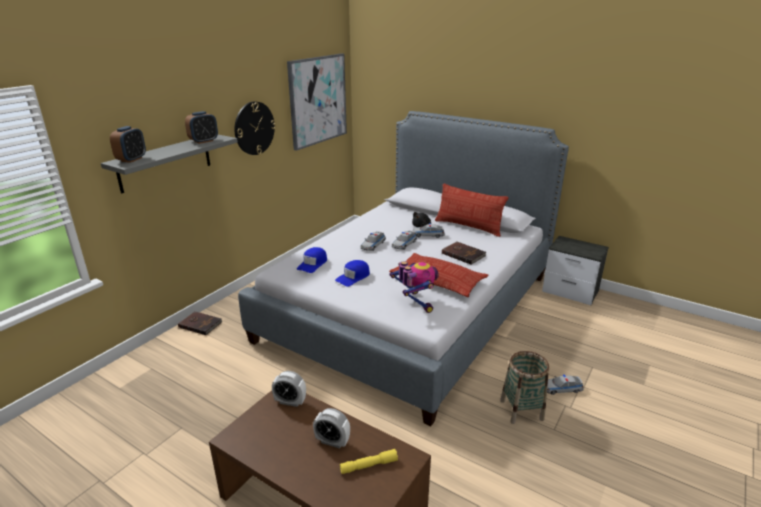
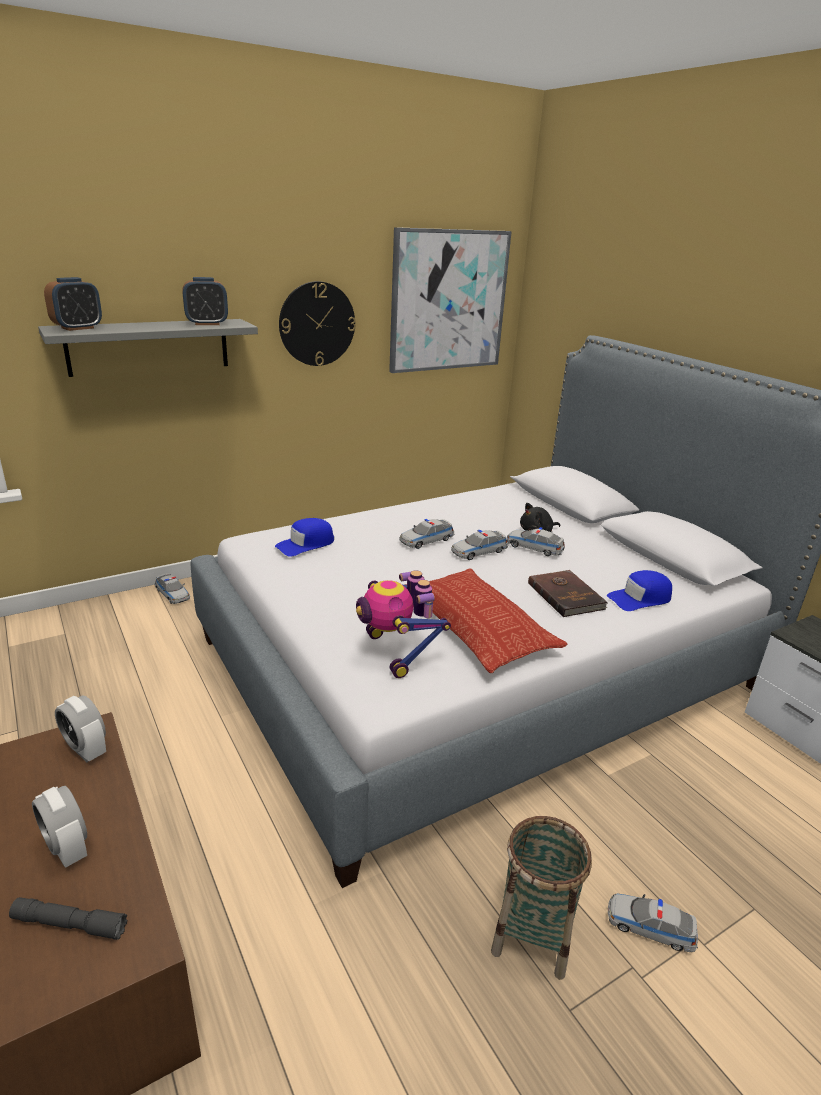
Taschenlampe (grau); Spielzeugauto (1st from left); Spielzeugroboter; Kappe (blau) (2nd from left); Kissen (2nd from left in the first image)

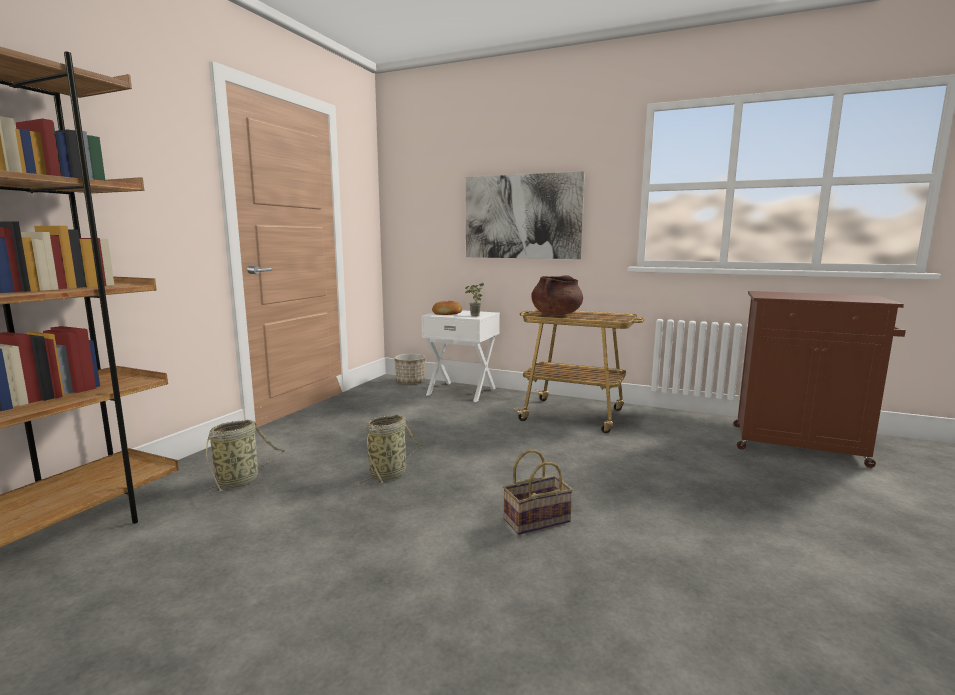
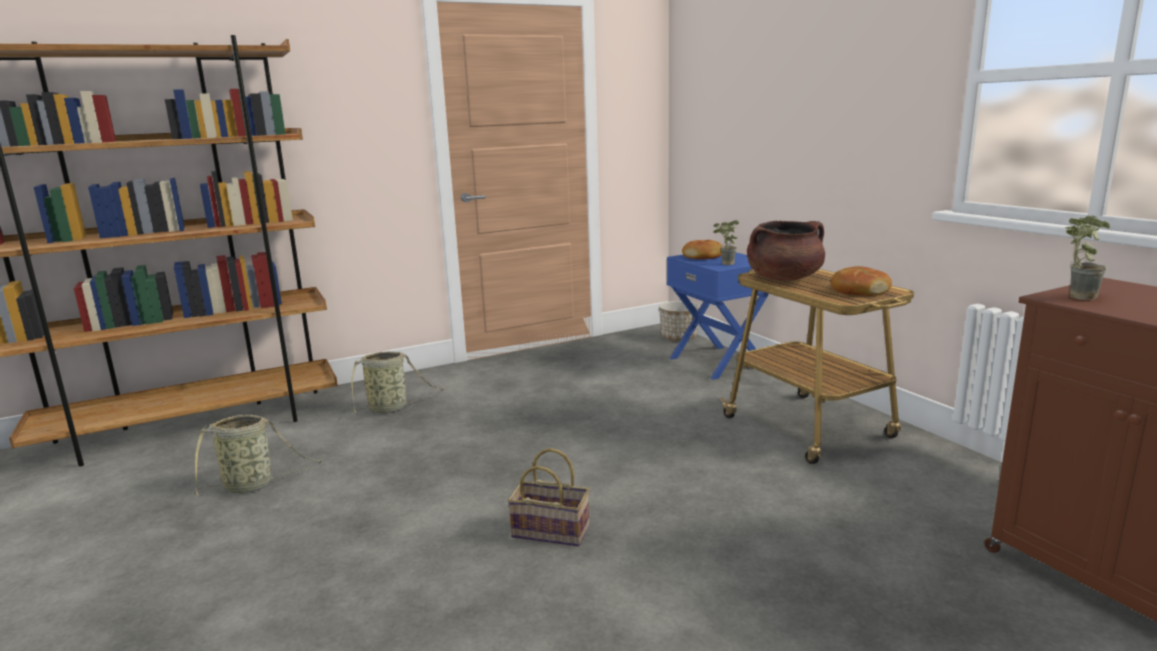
Korb (1st from left); Nachttisch (blau); Brot (2nd from left); Topfpflanze (2nd from left); Bild

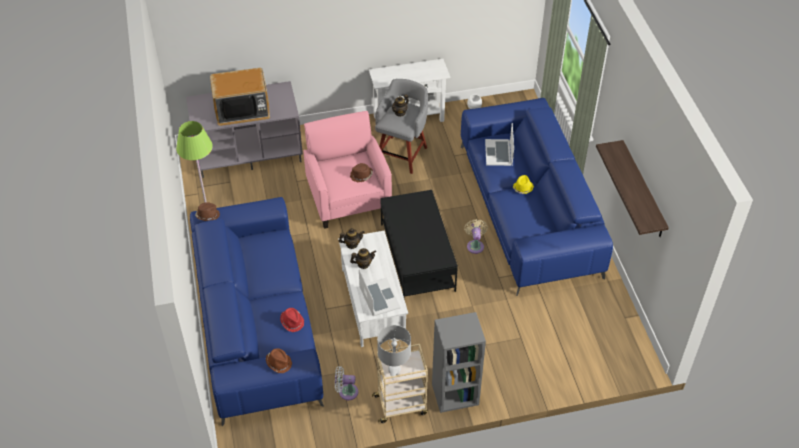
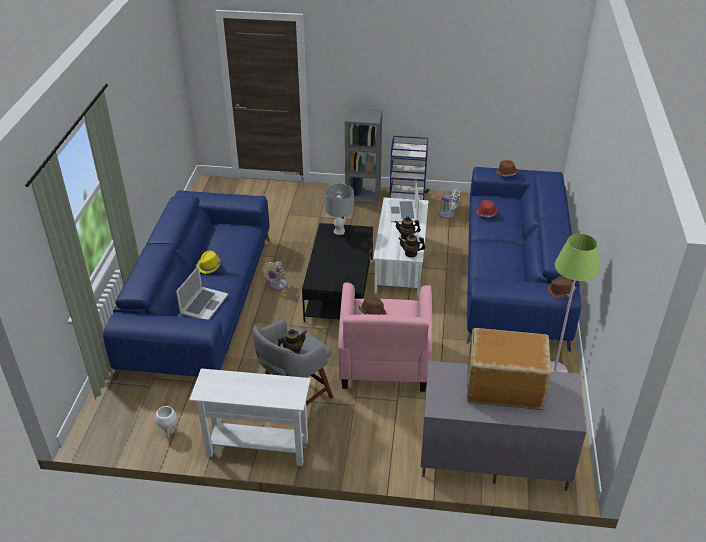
Tischlampe (grau); Rollwagen (blau); Wandregal

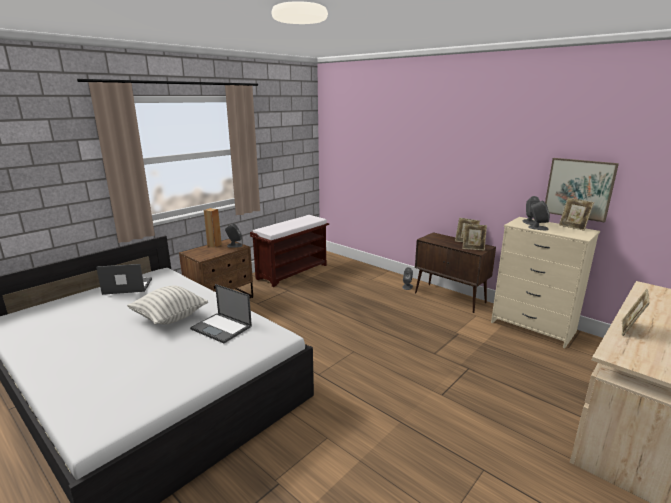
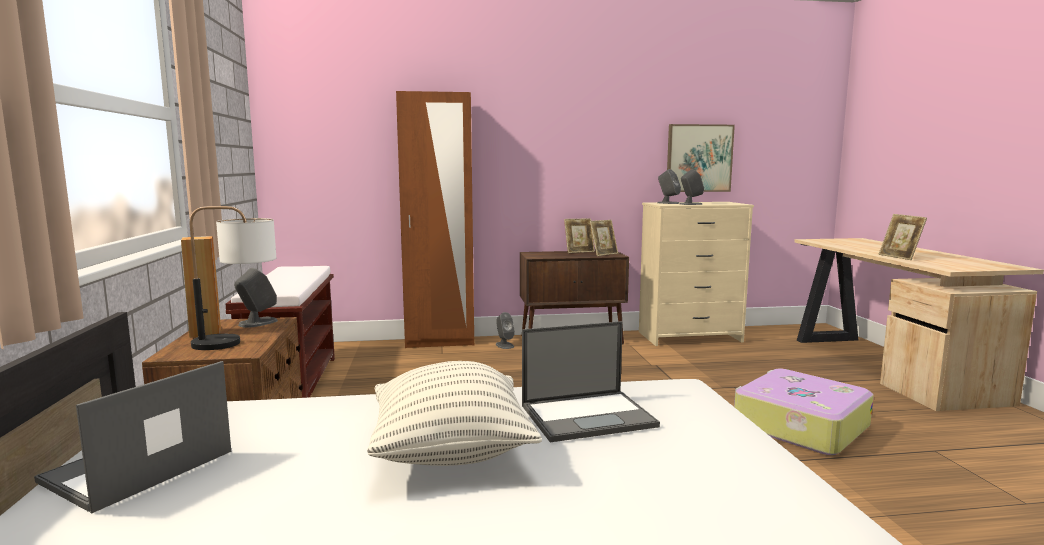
Tischlampe; Kleiderschrank (braun); Koffer; Bilderrahmen (3rd from left in the first image)

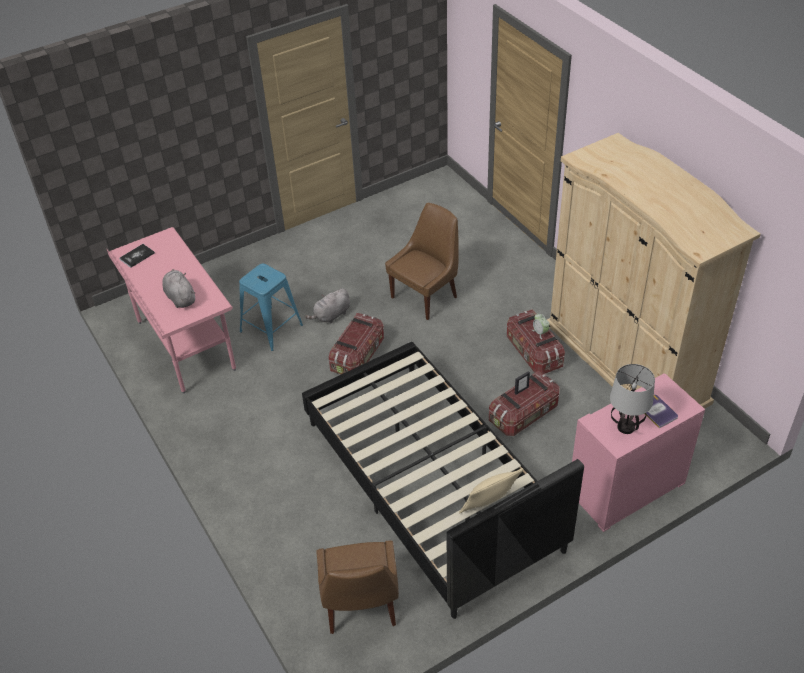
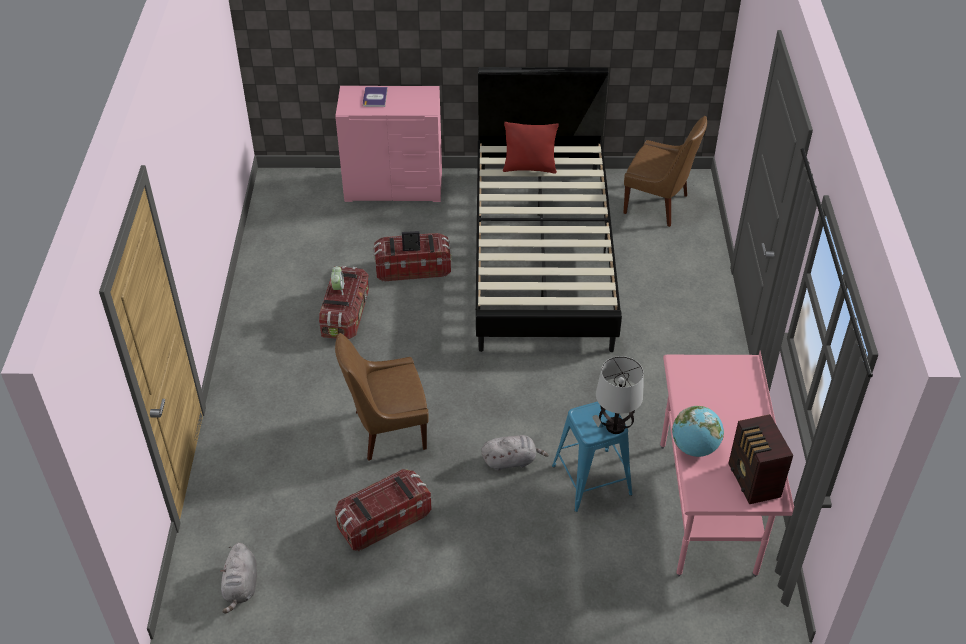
Plüschtier (grau) (1st from left); Aufbewahrungsbox (2nd from left); Kissen (rot); Tischlampe; Stuhl (braun) (2nd from left); Globus; Radio; Kleiderschrank (beige)

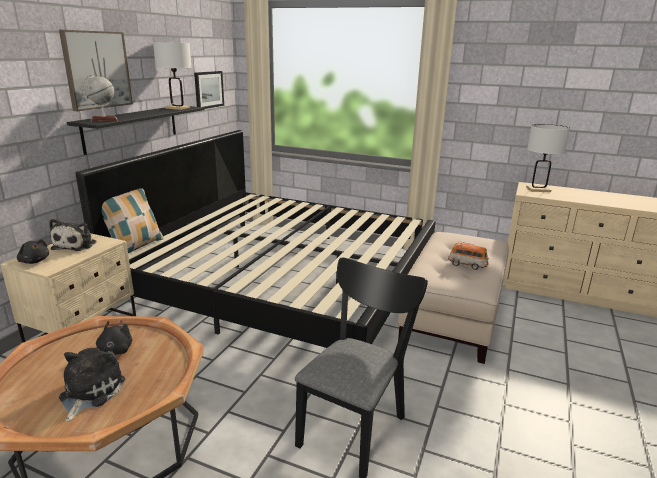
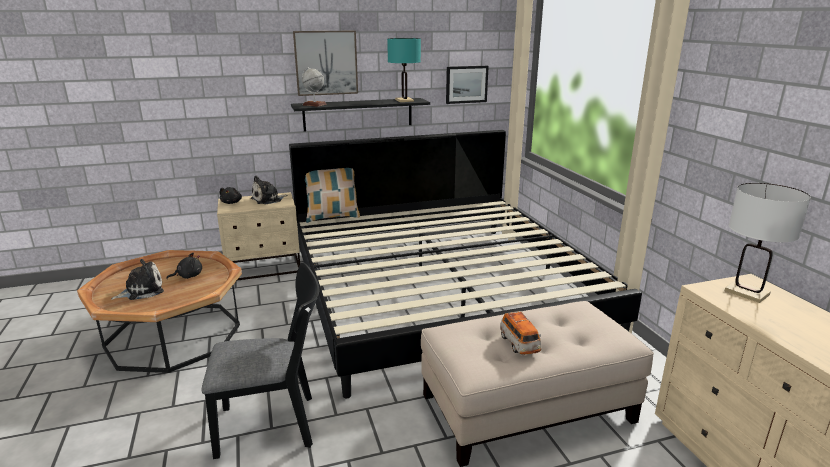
Tischlampe (türkis)

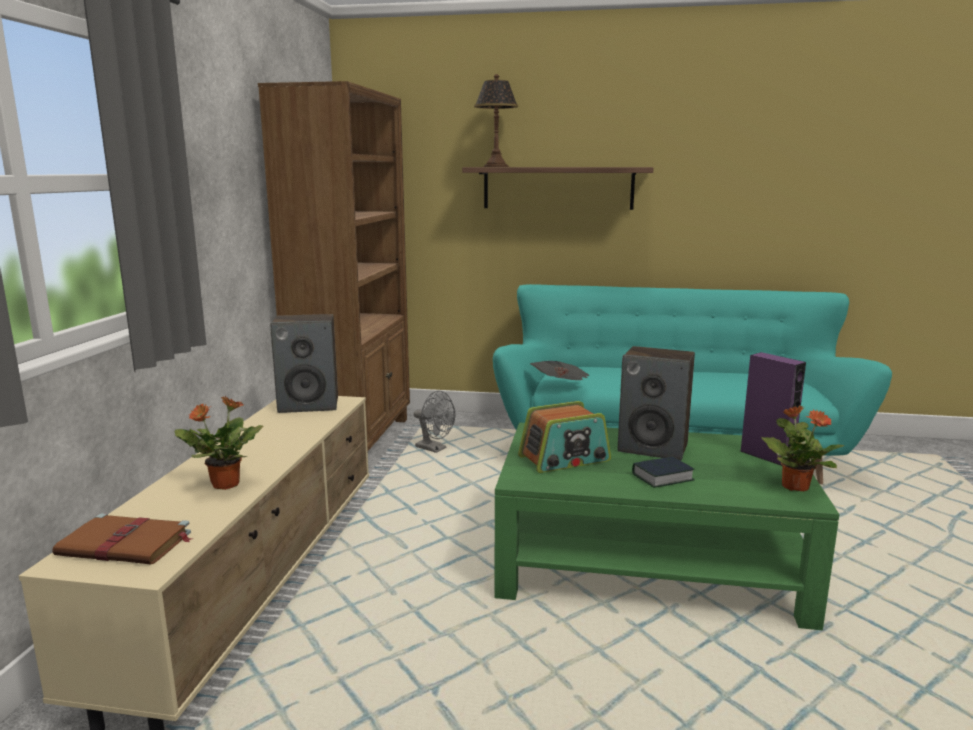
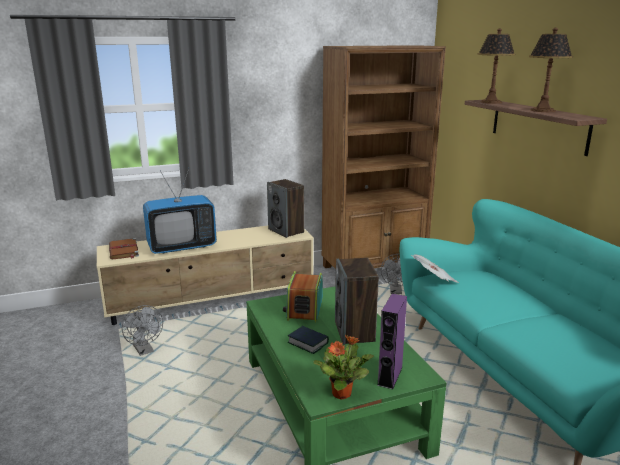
Ventilator (grau) (1st from left); Fernseher; Radio; Tischlampe (2nd from left)

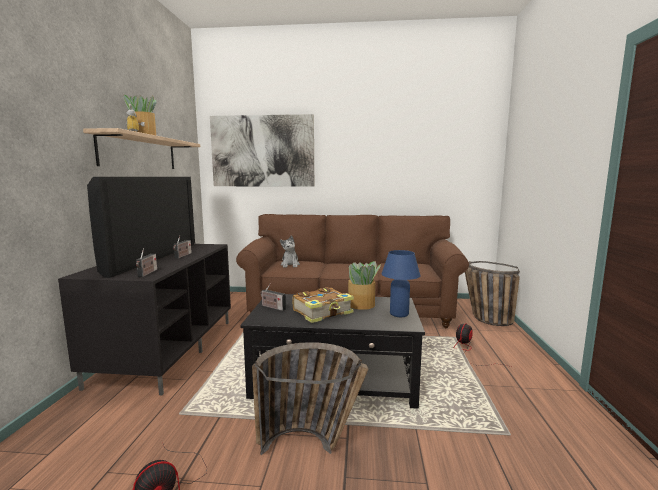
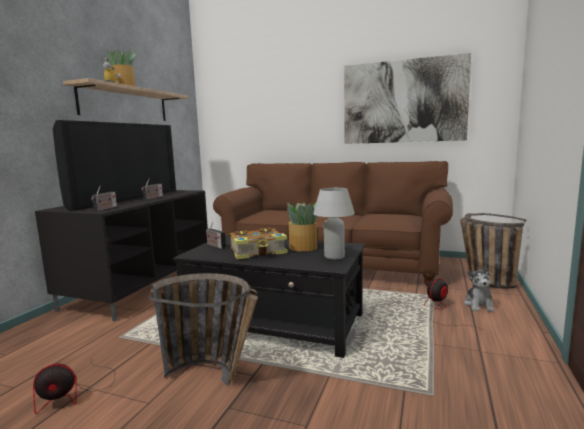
Tischlampe (weiß); Bild; Plüschtier

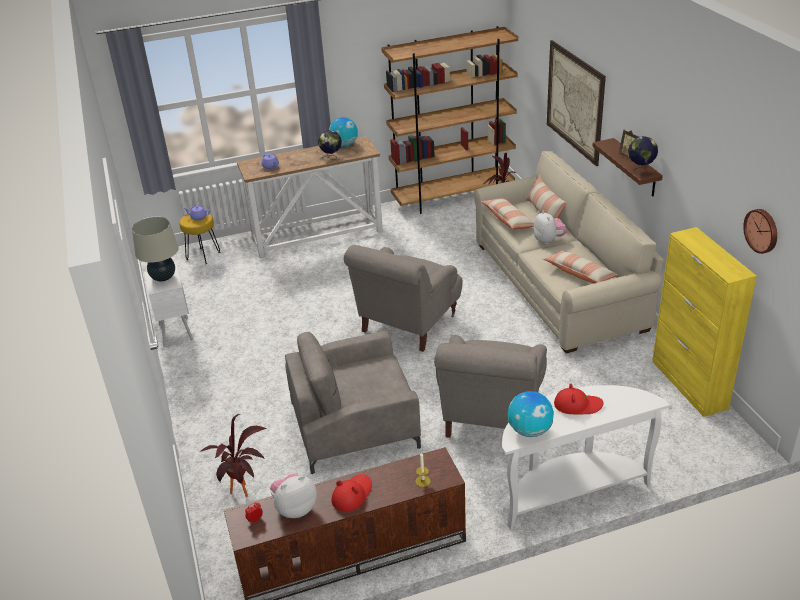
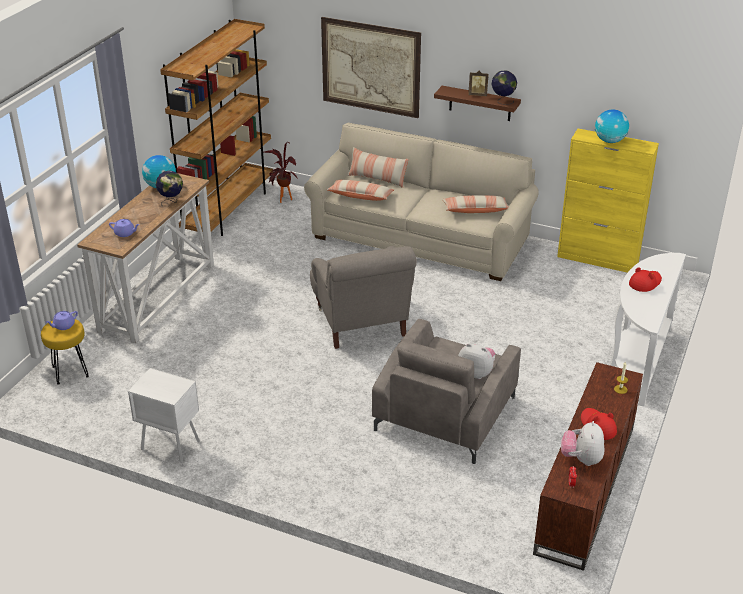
Plüschtier (1st from left); Globus (4th from left); Tischlampe (beige); Topfpflanze (1st from left in the first image); Sessel (grau) (3rd from left in the first image); Wanduhr

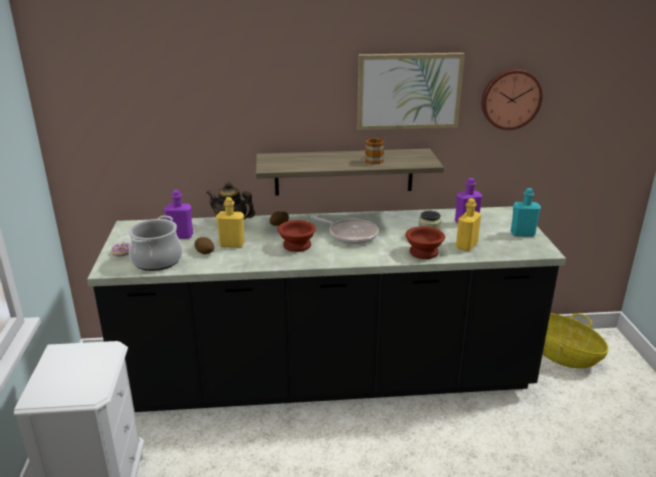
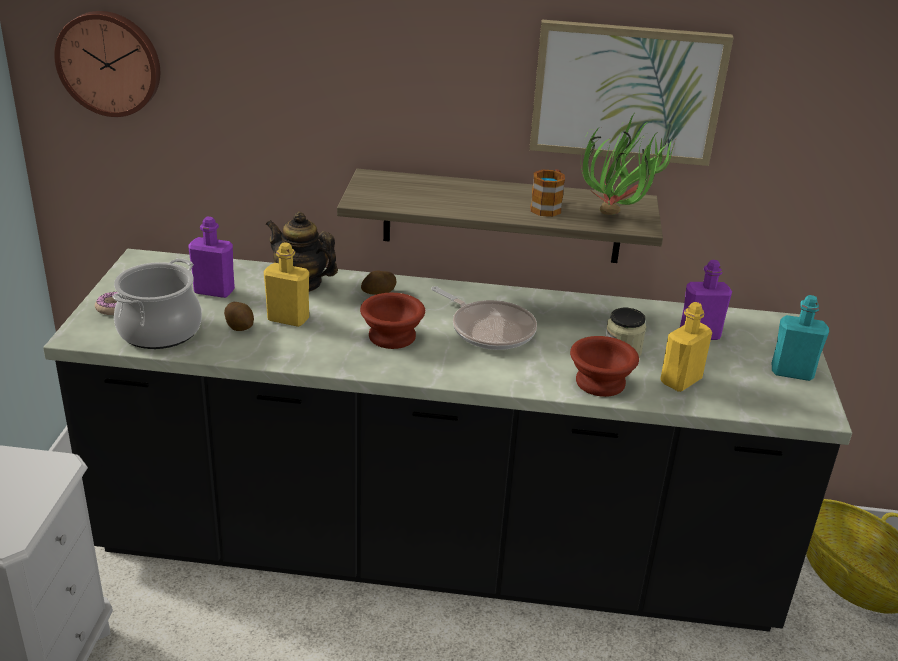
Wanduhr; Topfpflanze

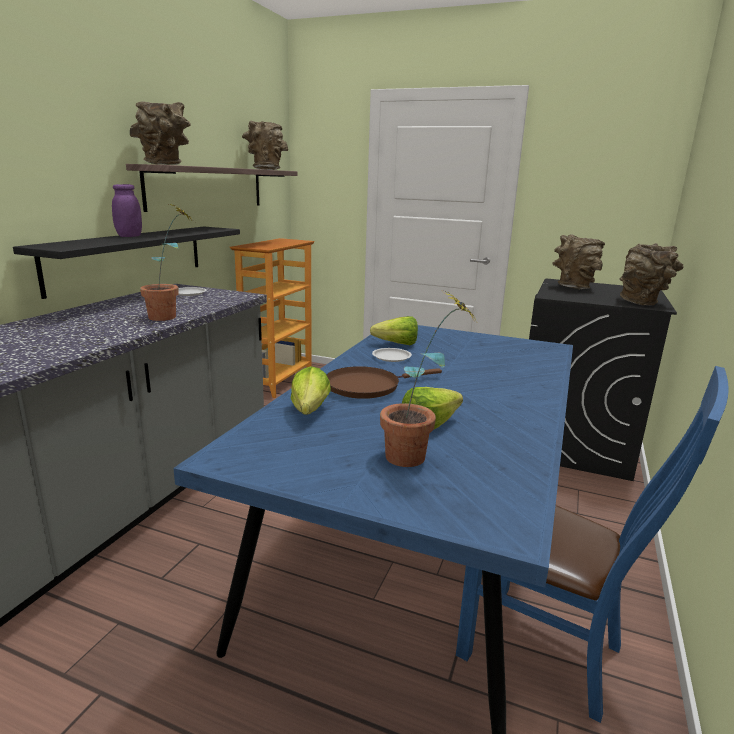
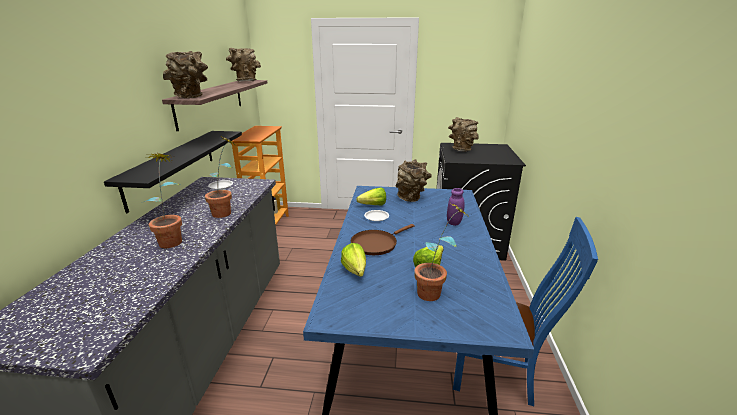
Topfpflanze (1st from left); Vase (braun) (3rd from left); Vorratsglas (lila)

